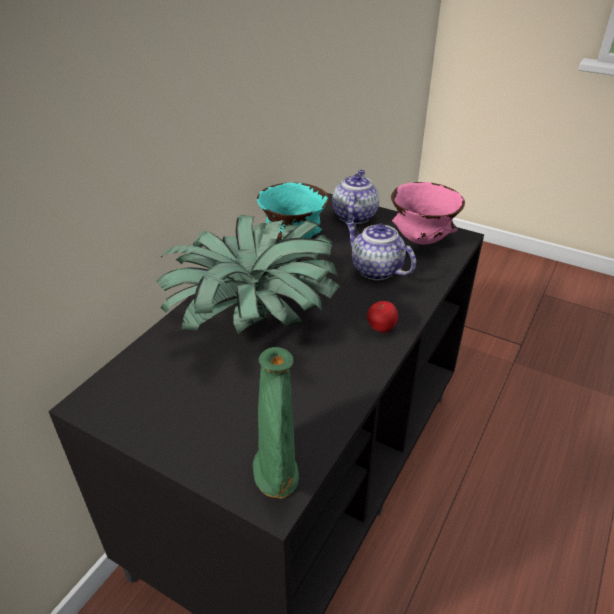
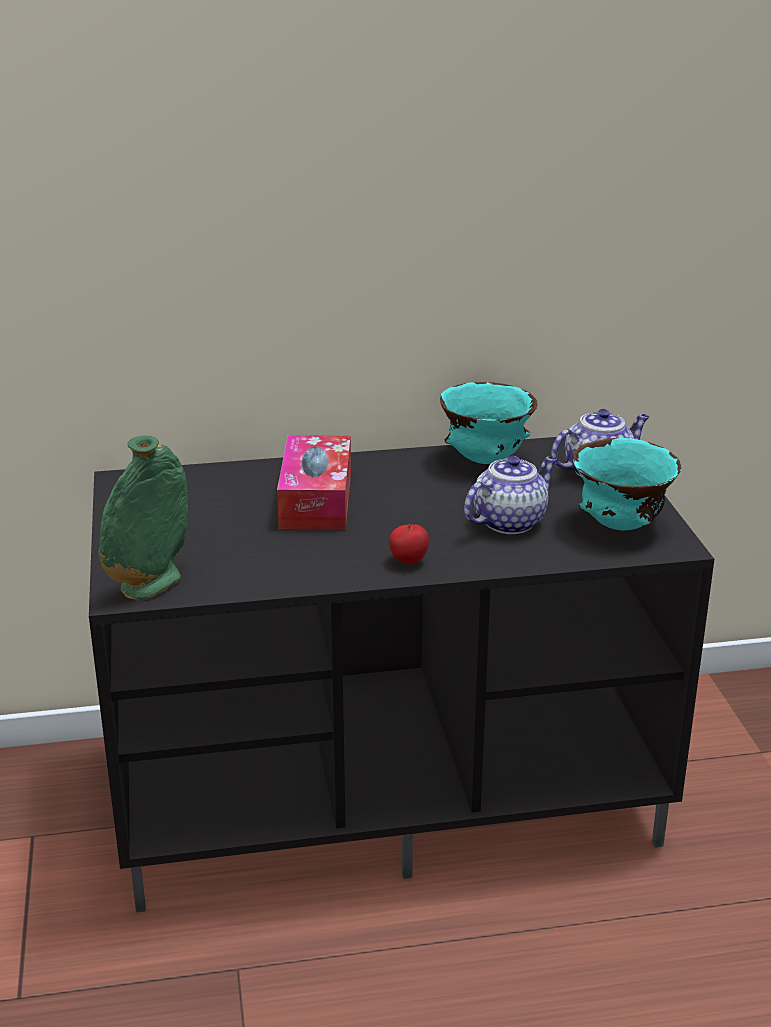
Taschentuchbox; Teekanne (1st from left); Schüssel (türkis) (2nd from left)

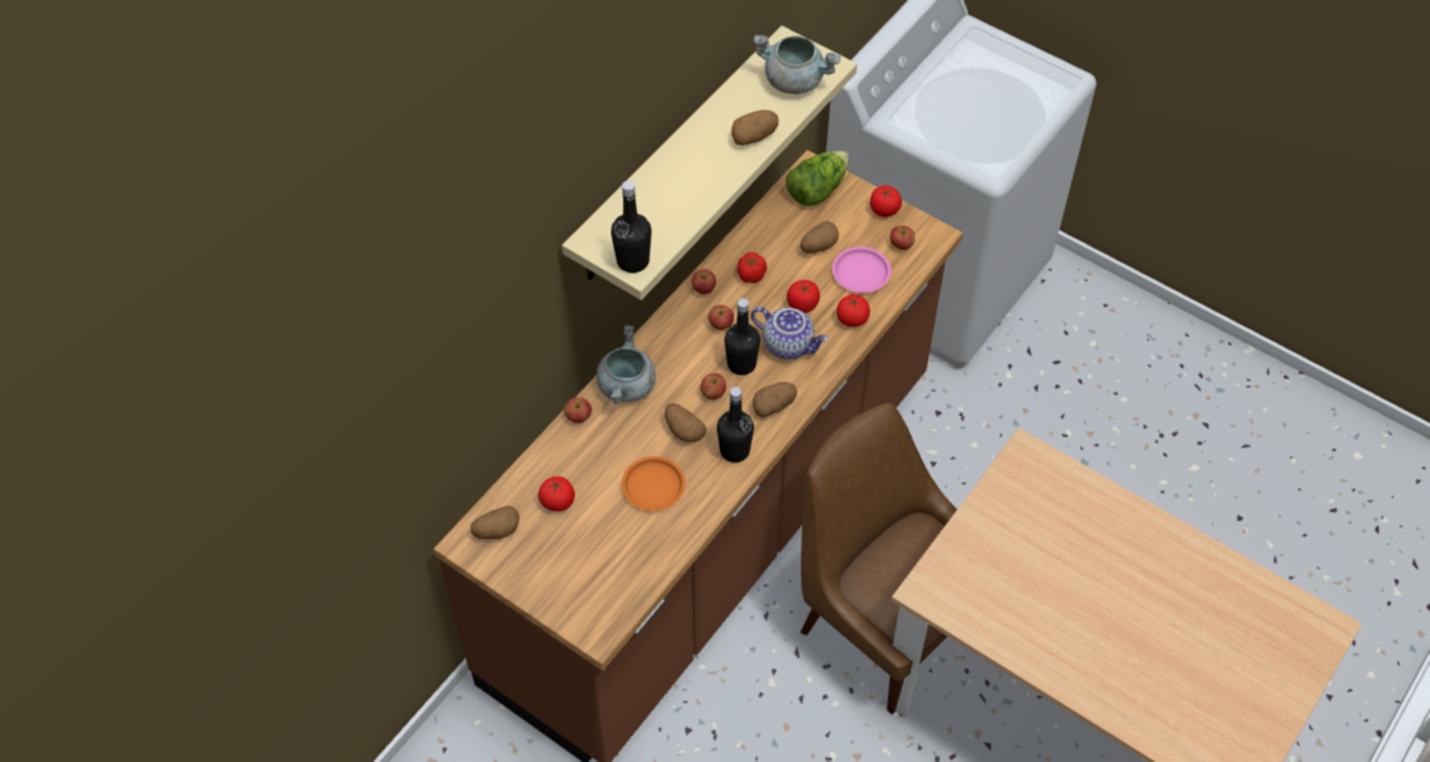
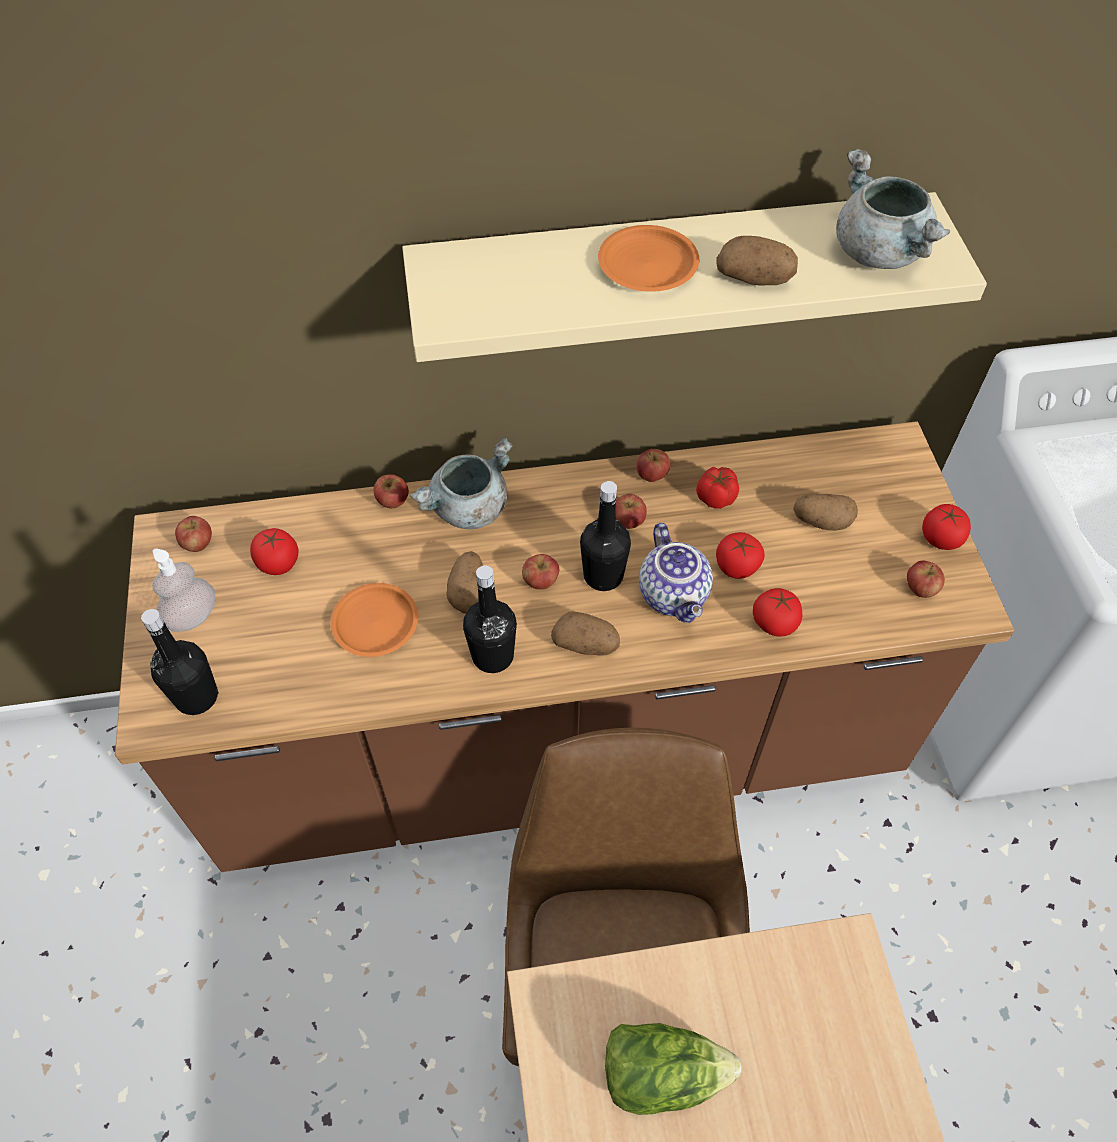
Flasche (schwarz) (1st from left); Seifenspender; Apfel (1st from left); Teller (orange) (2nd from left); Salatkopf; Teller (rosa)

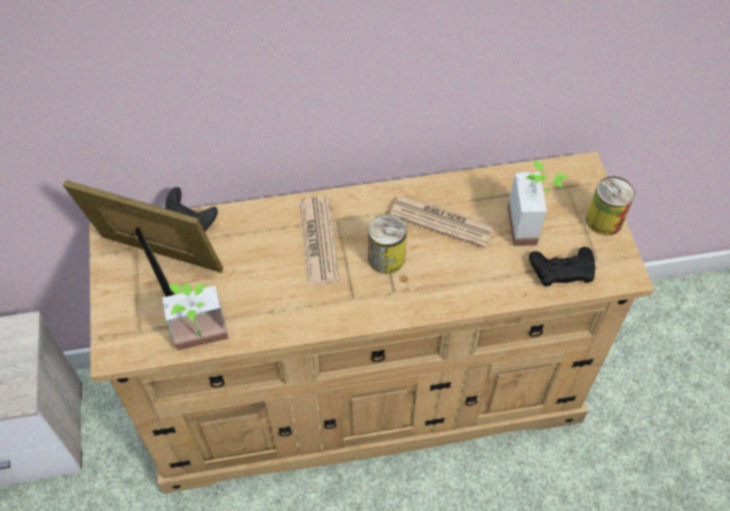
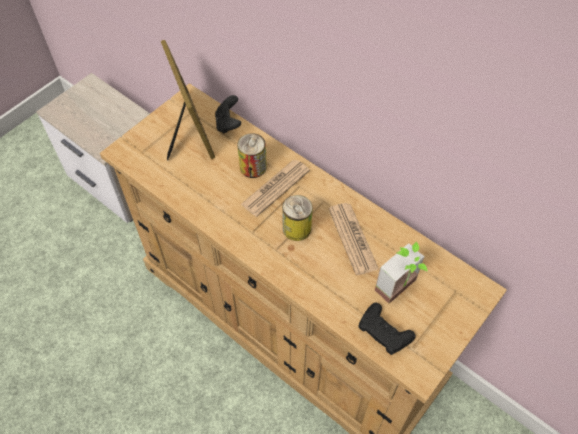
Dose (1st from left); Topfpflanze (1st from left in the first image)

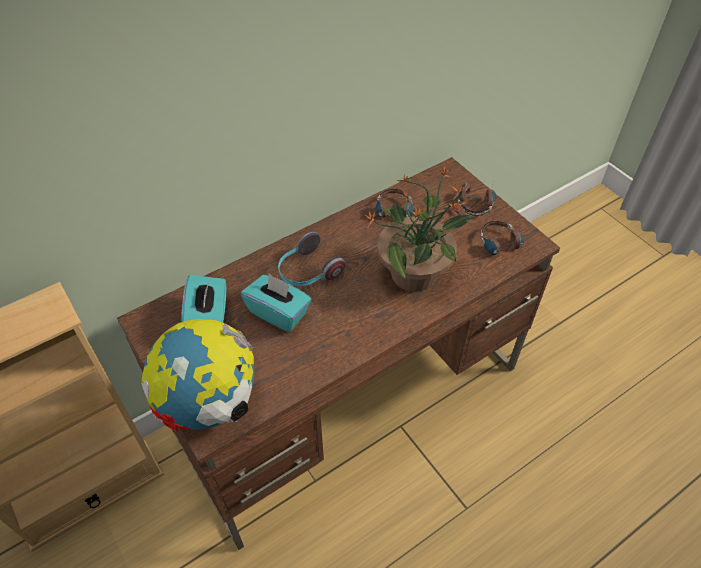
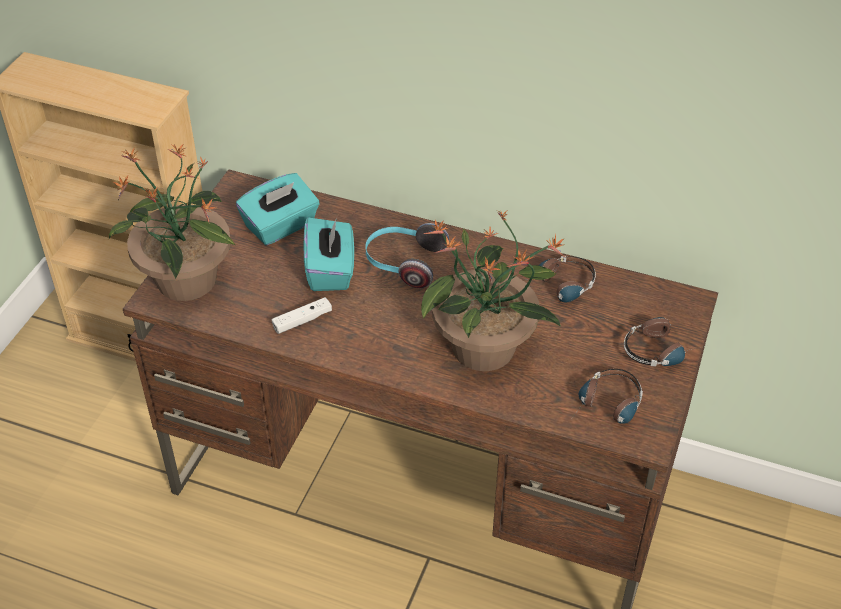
Topfpflanze (1st from left); Gamepad (weiß)

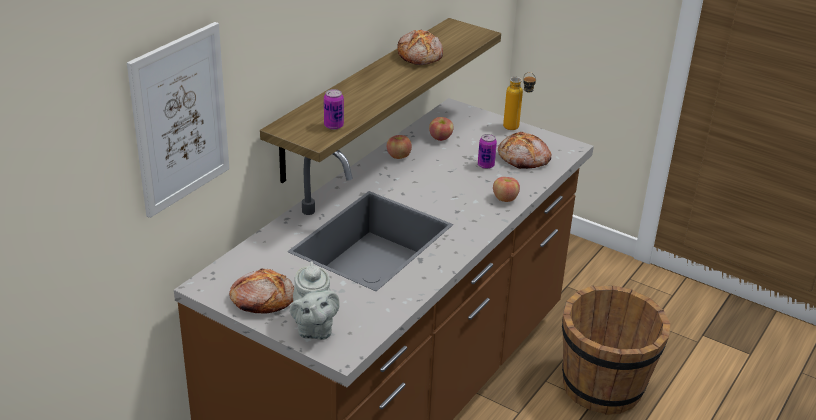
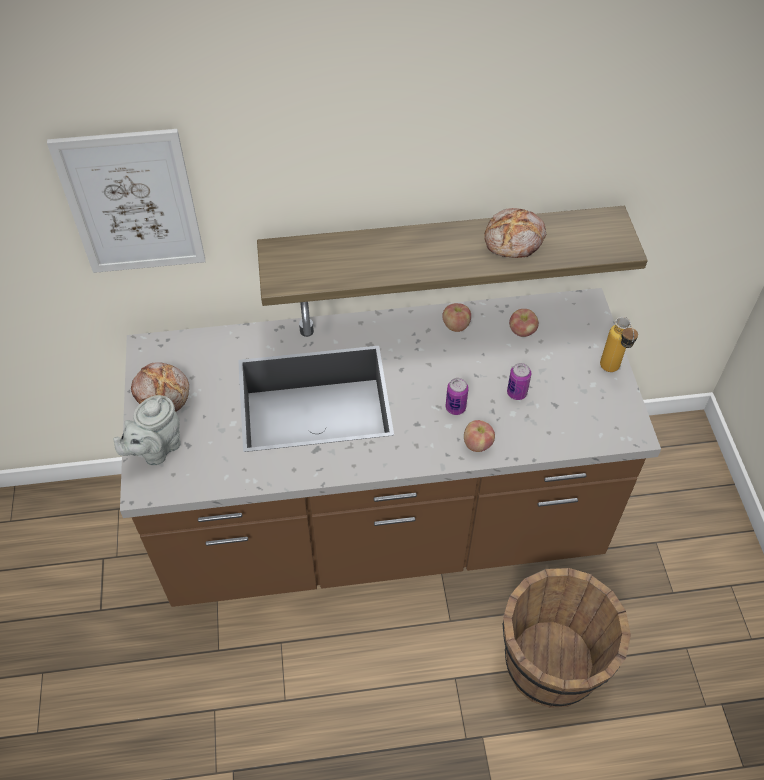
Dose (1st from left); Brot (3rd from left in the first image)

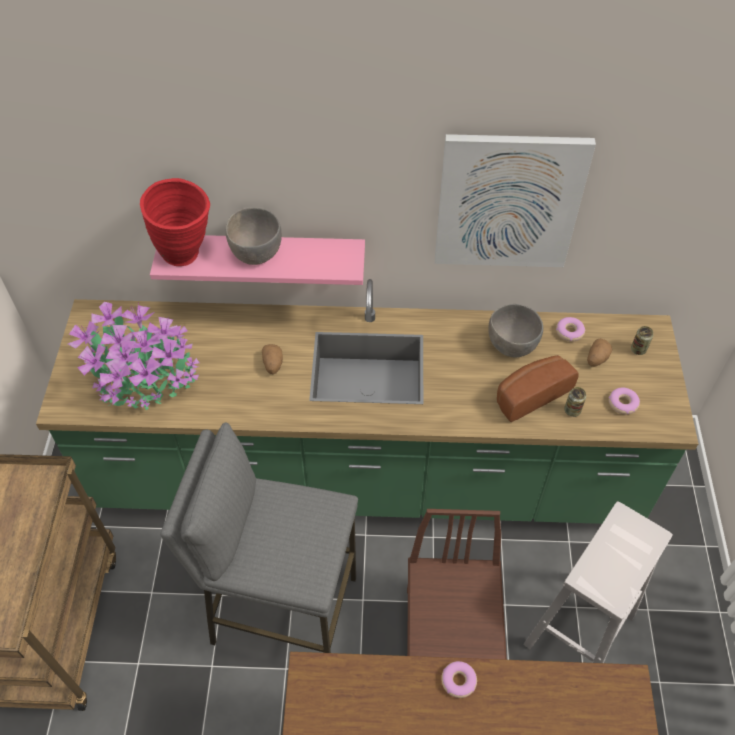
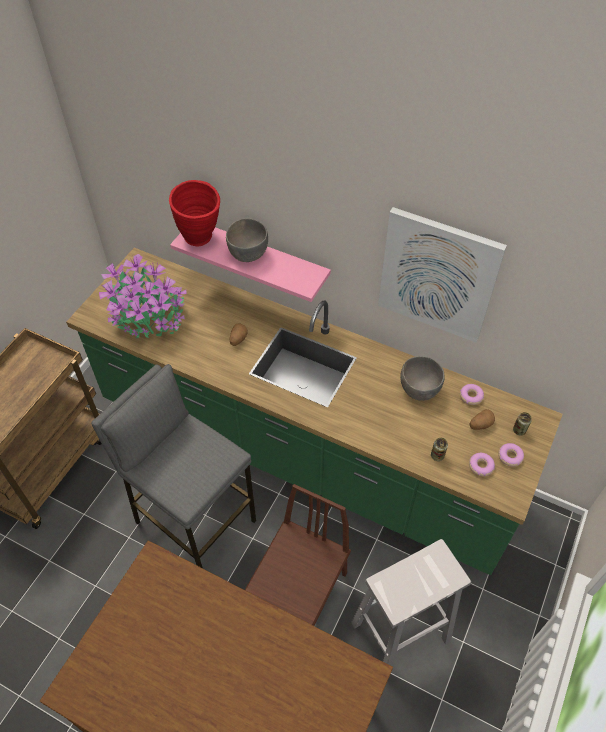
Donut (3rd from left); Brot

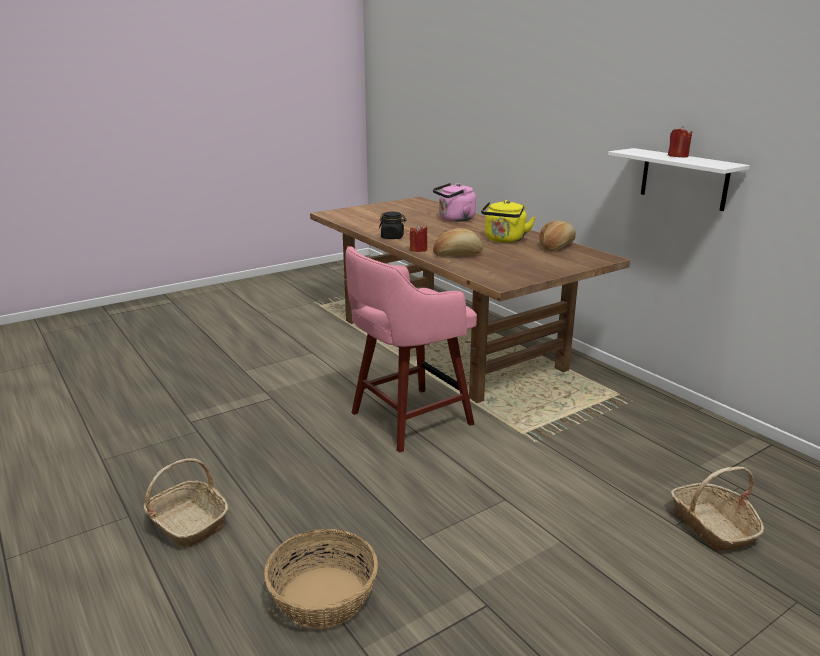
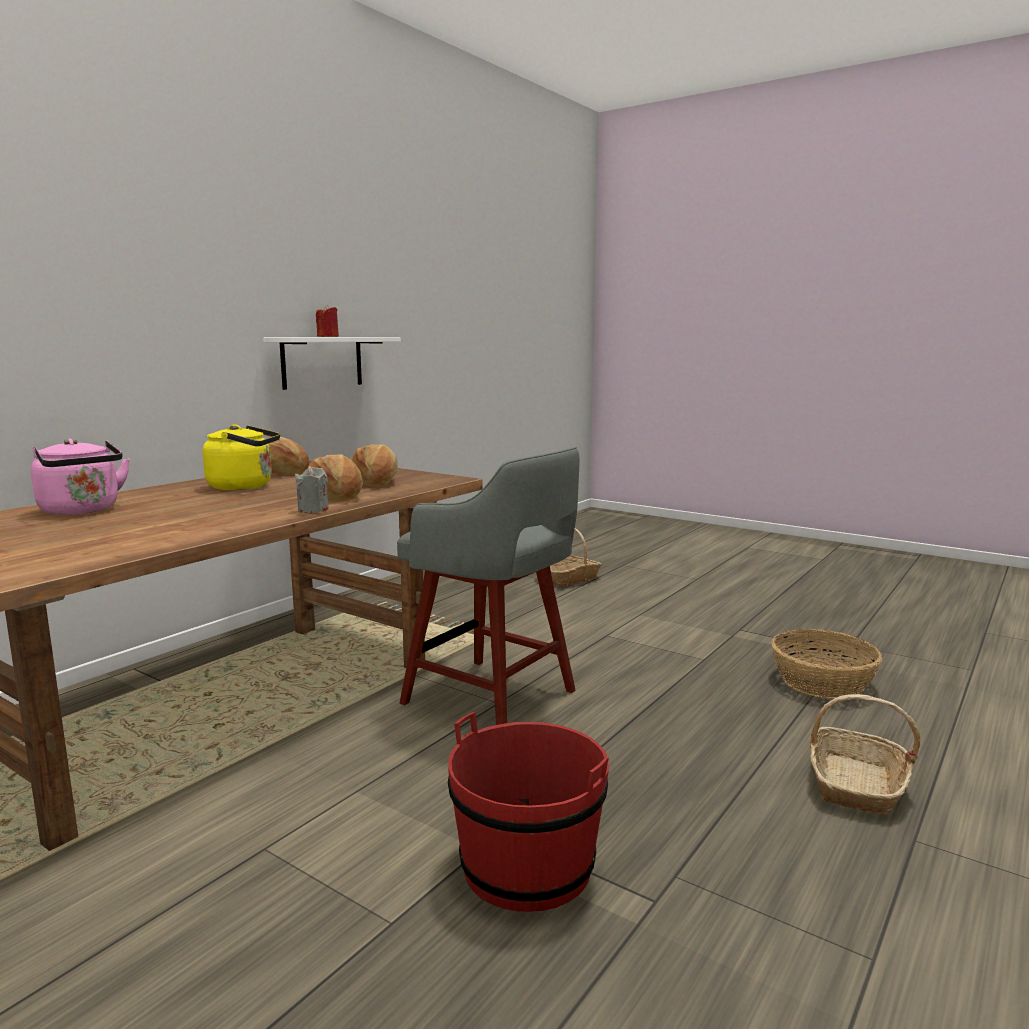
Kerze (grau); Brot (3rd from left); Hocker (grau); Eimer (rot); Vorratsglas (schwarz)

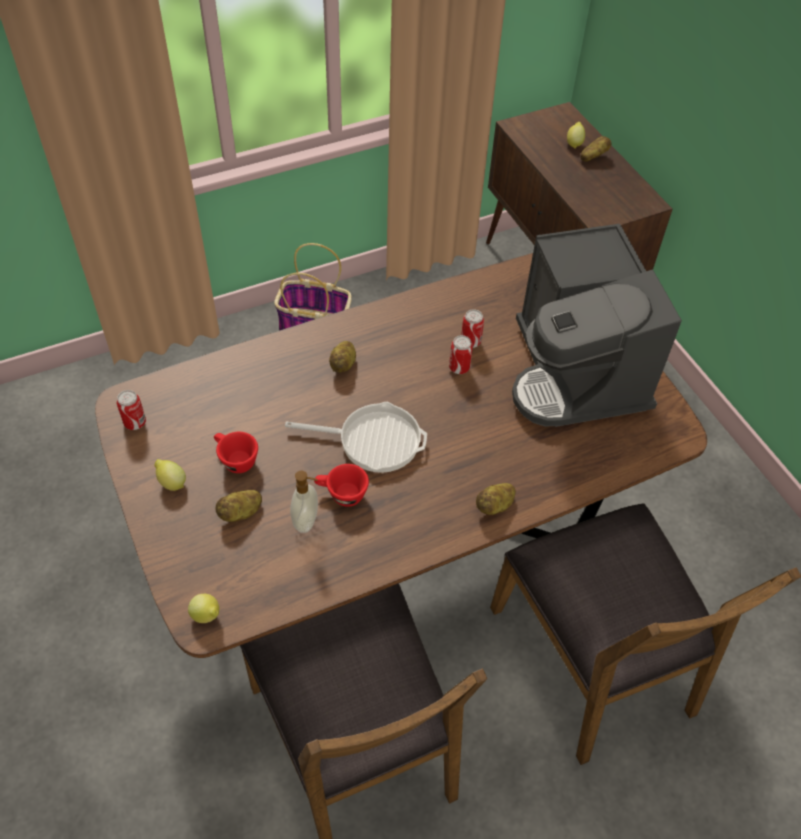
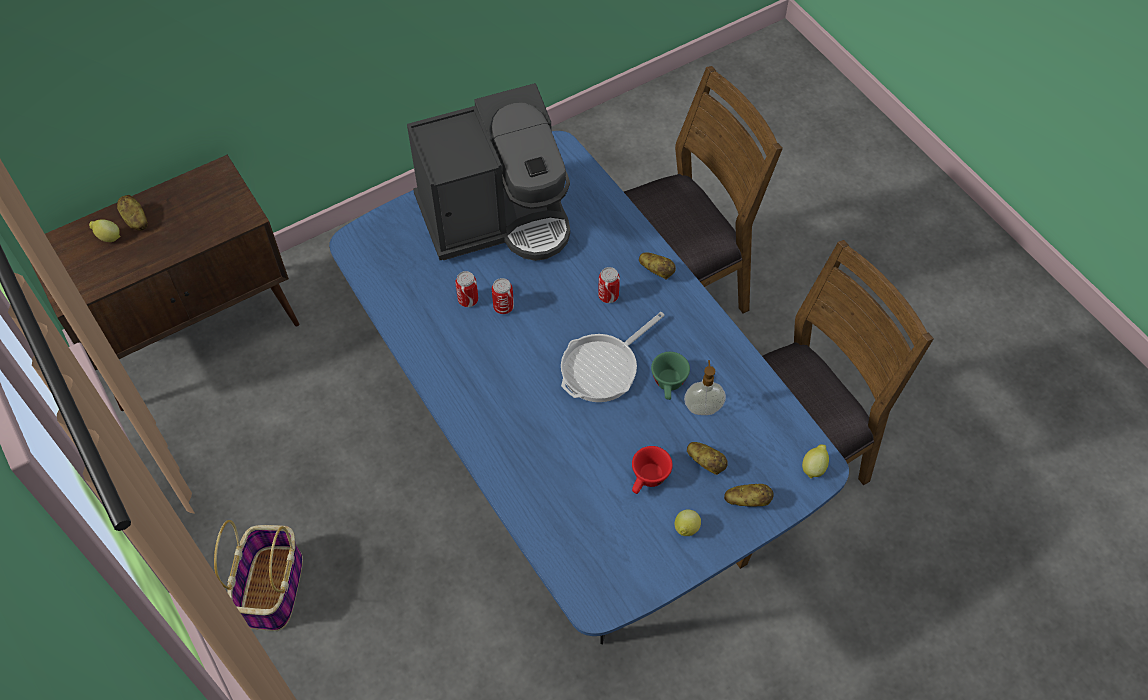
Esstisch (blau); Pfanne; Dose (3rd from left); Tasse (grün); Kartoffel (4th from left)

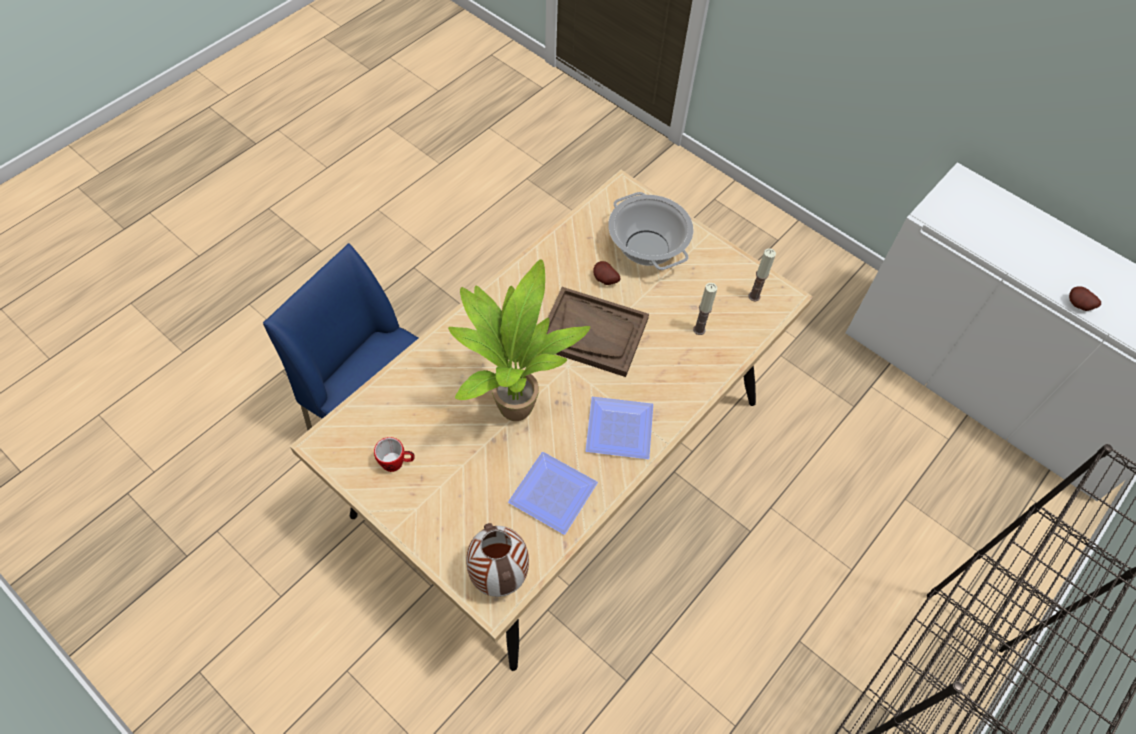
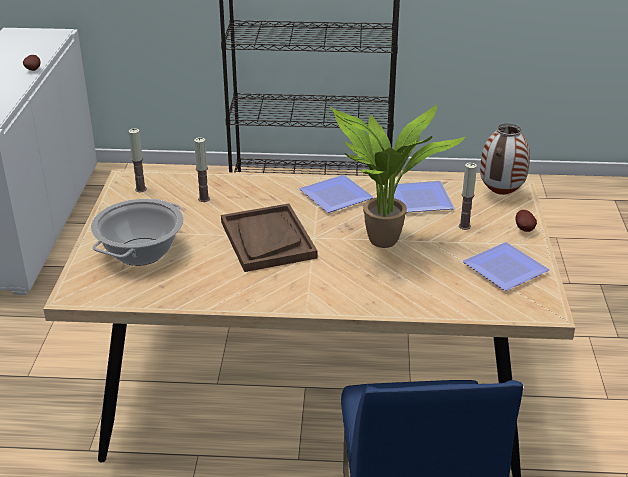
Kerze (3rd from left); Teller (3rd from left); Kartoffel (2nd from left)

